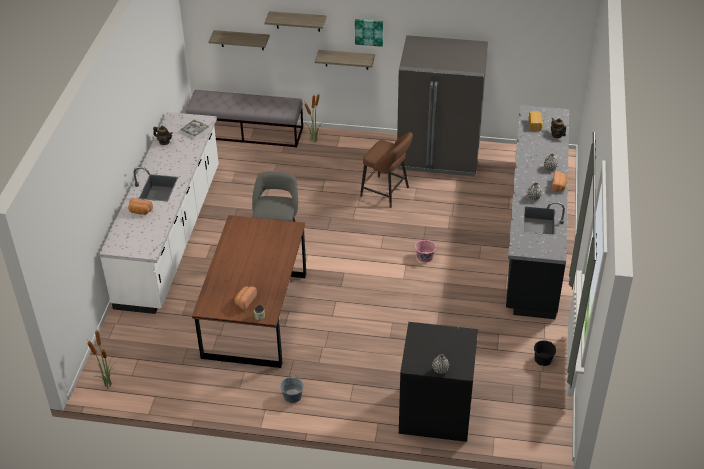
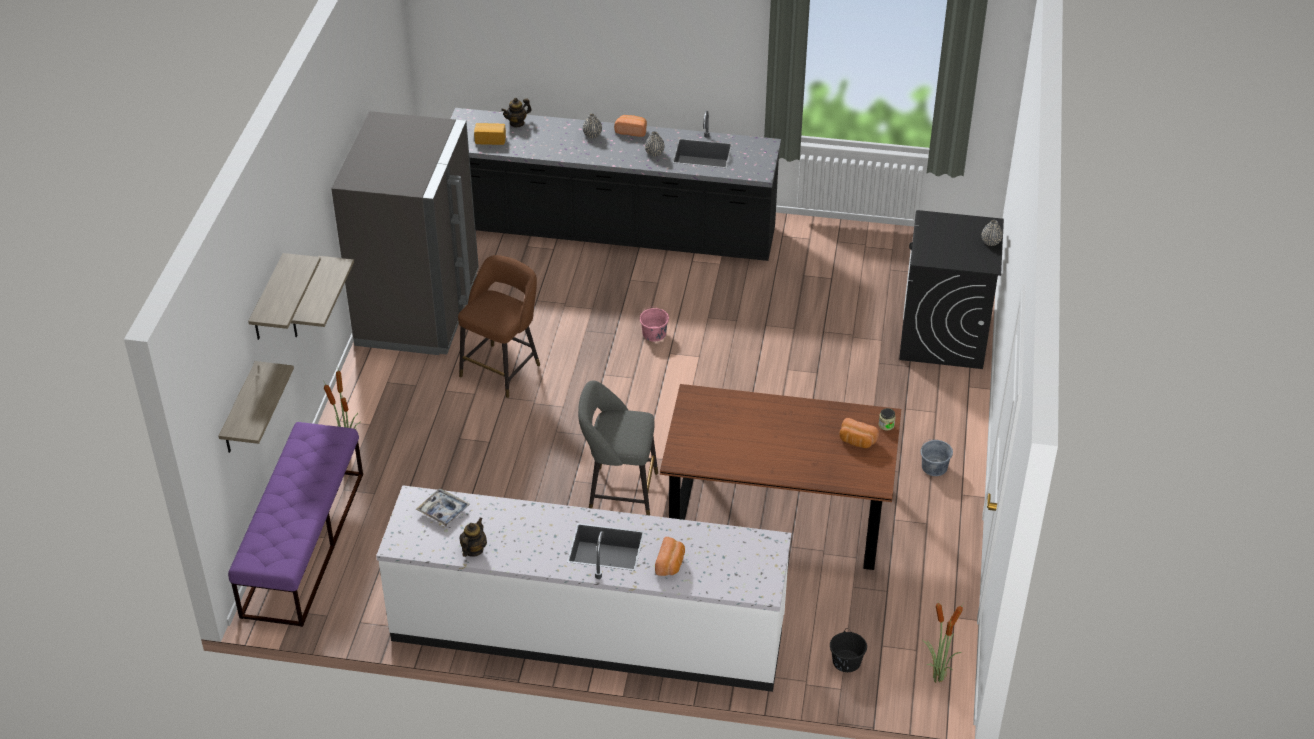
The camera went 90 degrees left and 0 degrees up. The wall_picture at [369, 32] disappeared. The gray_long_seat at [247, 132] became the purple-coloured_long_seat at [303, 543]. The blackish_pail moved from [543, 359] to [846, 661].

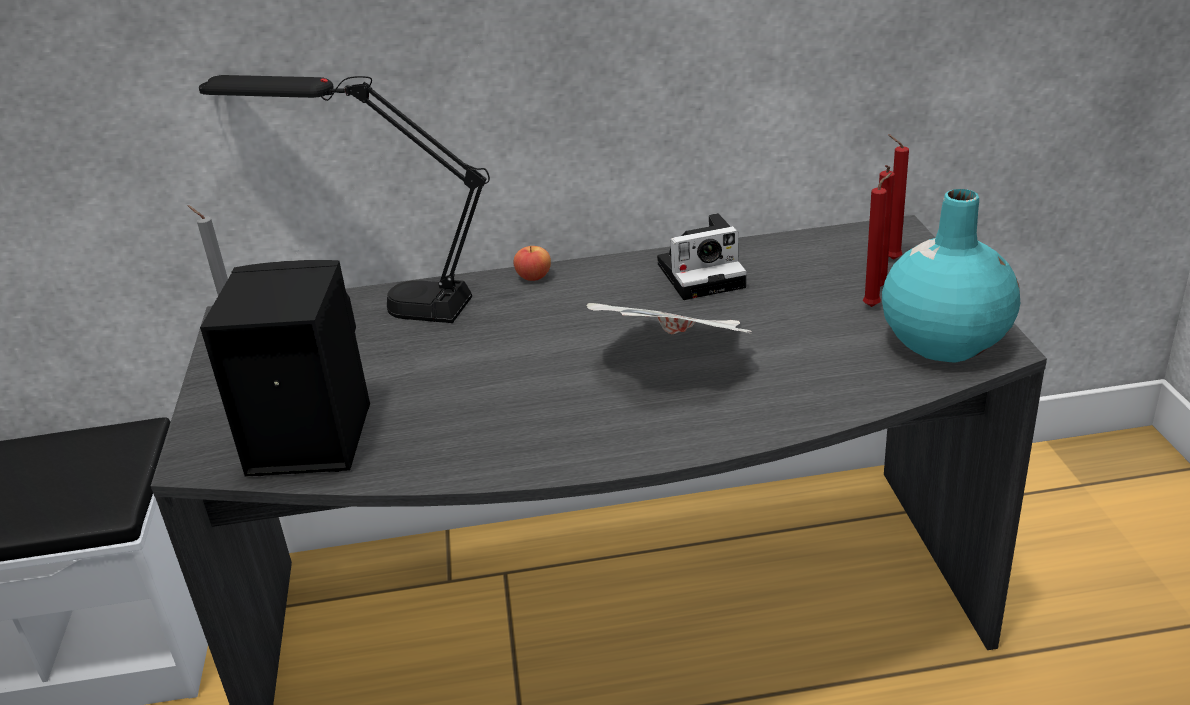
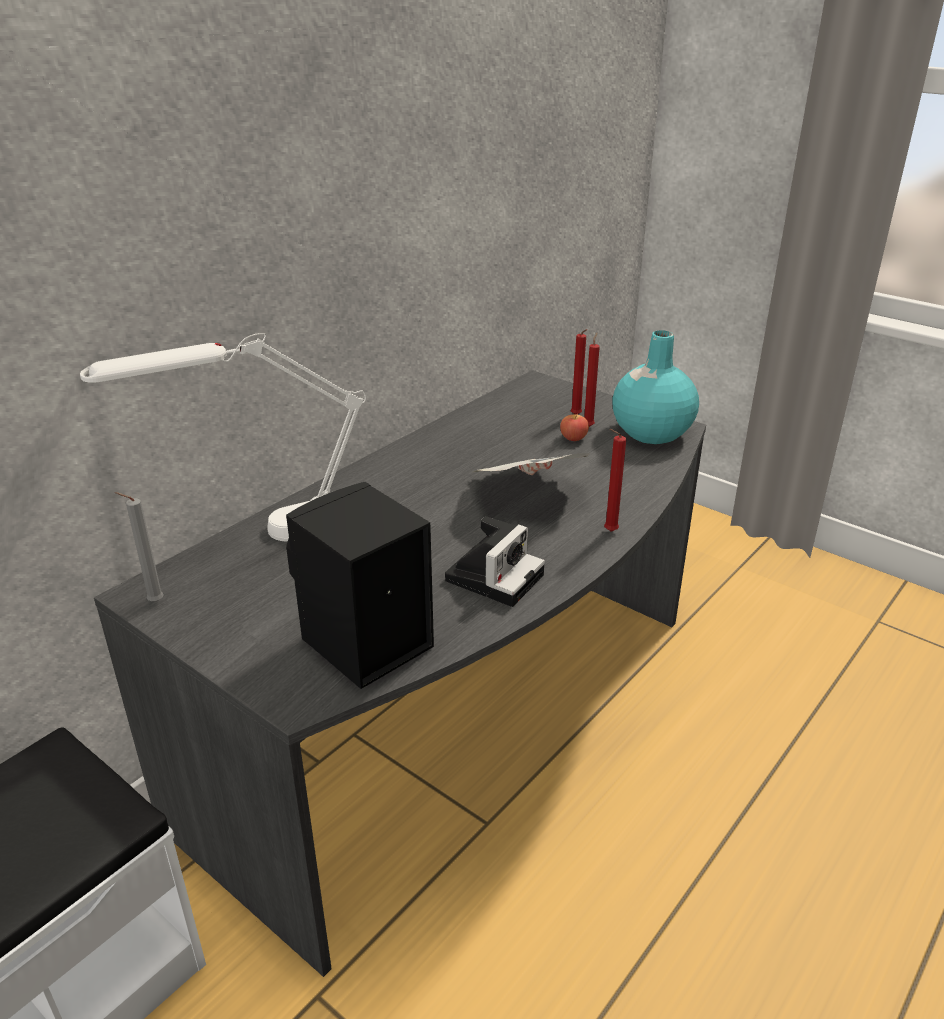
The camera went 45 degrees left and 0 degrees up. The blackish_tabletop_lamp at [377, 302] became the white_tabletop_lamp at [256, 537]. The red-coloured_candle moved from [890, 259] to [608, 531]. The still_camera moved from [704, 274] to [495, 575]. The apple_fruit moved from [534, 277] to [573, 438].

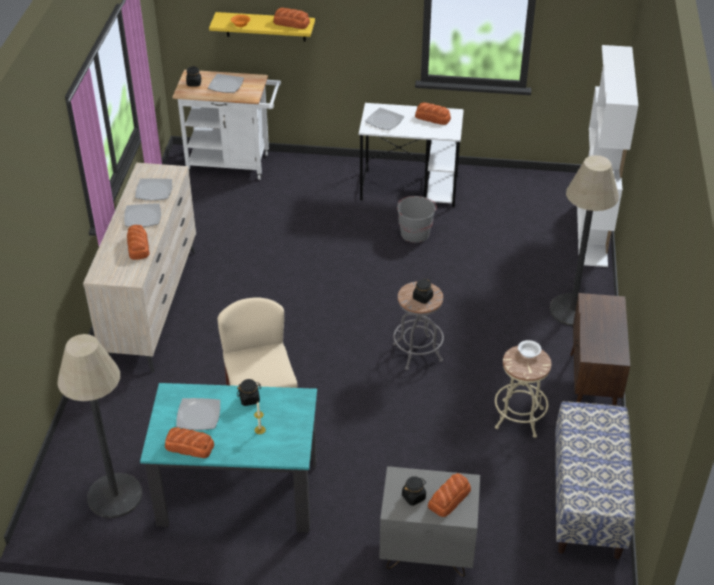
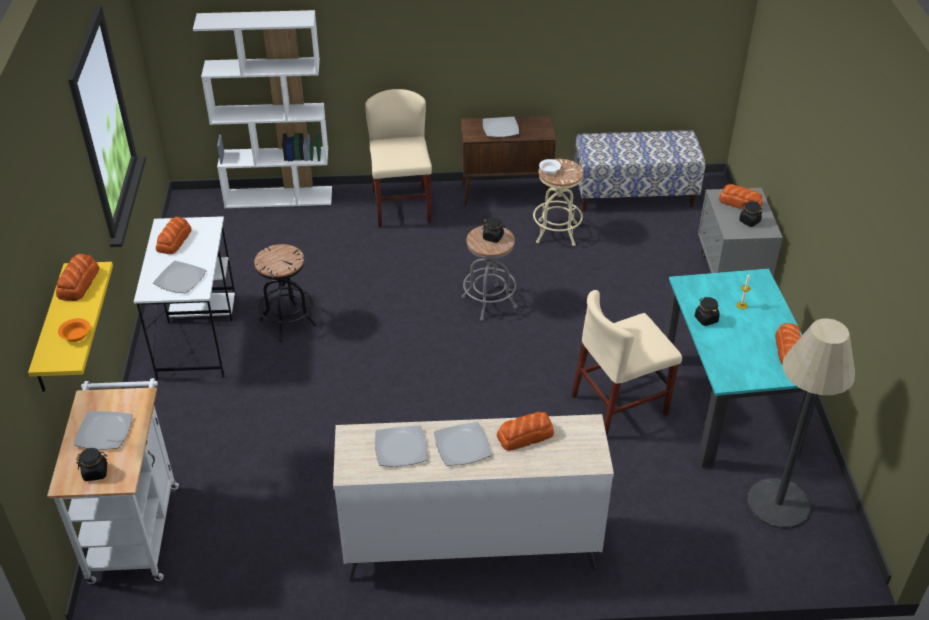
The camera went 100 degrees left and 0 degrees up. The floor_lamp at [572, 310] was replaced by the beige_chair at [401, 206]. The gray_pail at [415, 232] was replaced by the blackish_stool at [288, 322]. The dinner_plate moved from [199, 416] to [501, 128].

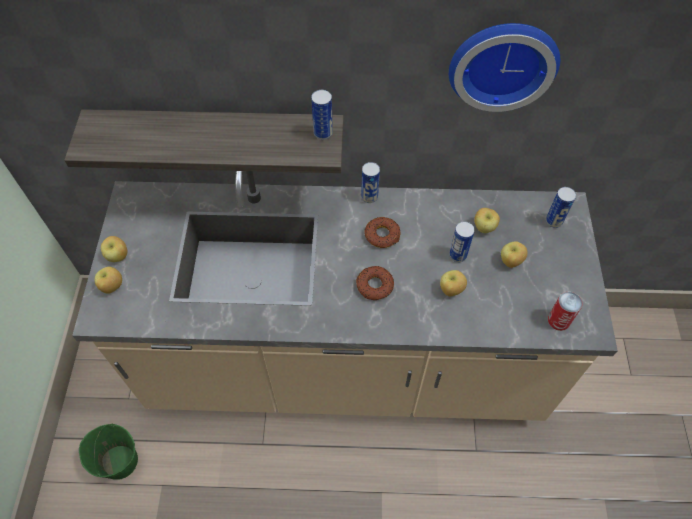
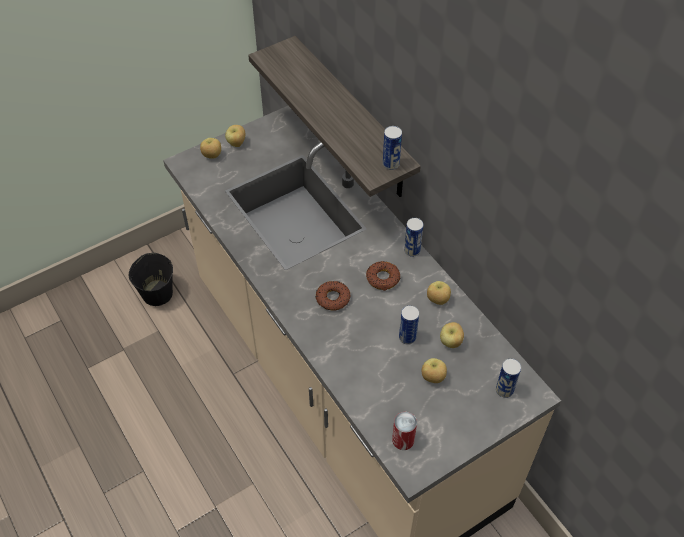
The camera went 55 degrees right and 5 degrees down. The clock_on_the_wall at [502, 61] disappeared. The apple_fruit moved from [451, 290] to [437, 300]. The green-coloured_pail at [119, 461] became the blackish_pail at [157, 293].

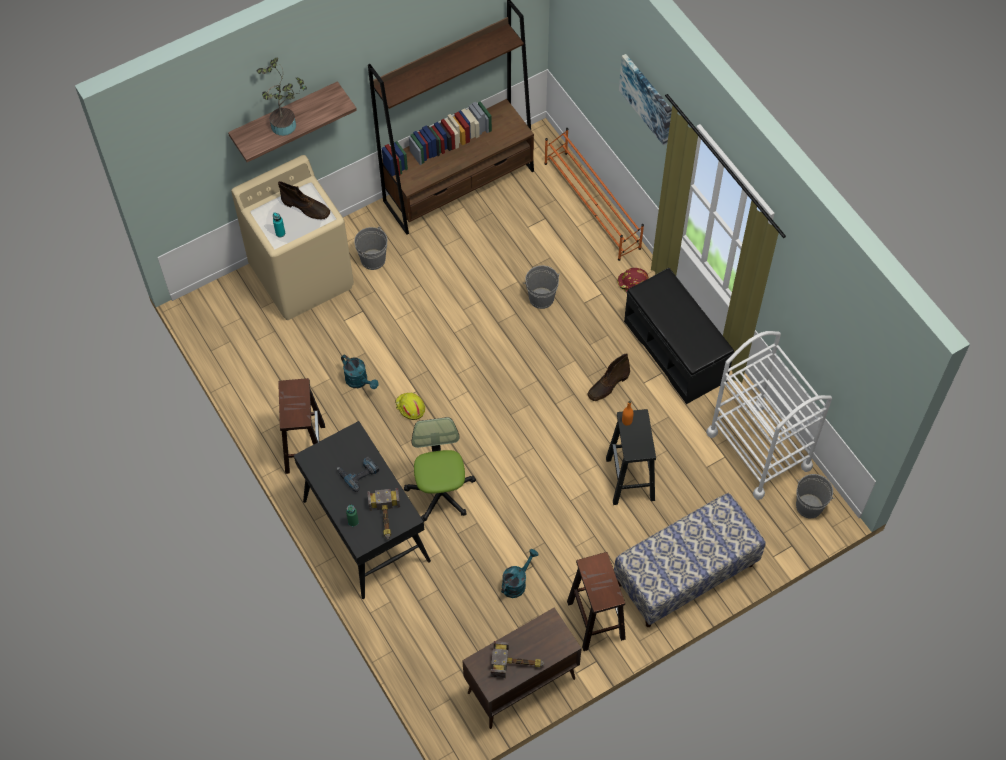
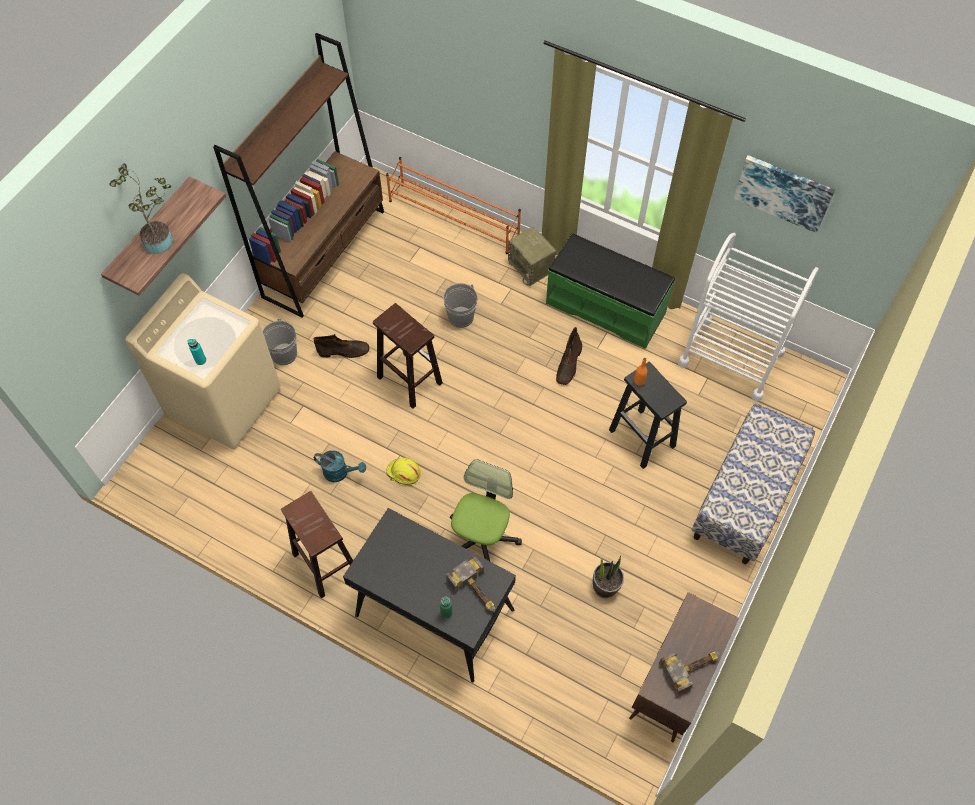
The camera went 30 degrees left and 0 degrees up. The wall_picture moved from [647, 98] to [783, 192]. The brownish_boot moved from [306, 208] to [344, 351]. The red-coloured_hard_hat at [633, 283] was replaced by the radio at [531, 267]. The blackish_long_seat at [675, 350] became the green-coloured_long_seat at [606, 307]. The office_chair at [440, 492] turned 60 degrees clockwise. The power_drill at [358, 473] disappeared. The gray_pail at [809, 506] disappeared. The blue-green_sprinkling_can at [516, 582] was replaced by the plant_in_a_pot at [605, 586]. The brownish_stool moved from [595, 619] to [408, 380].

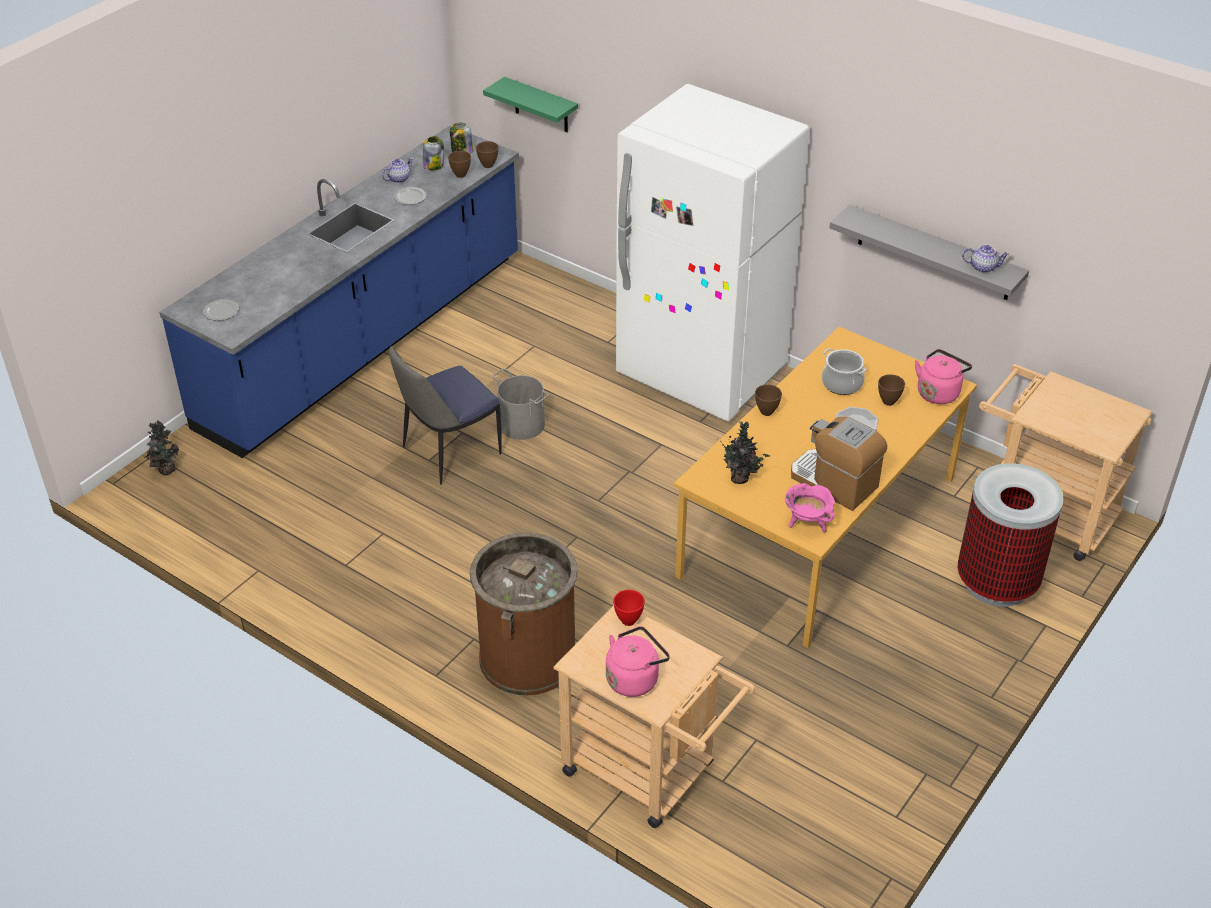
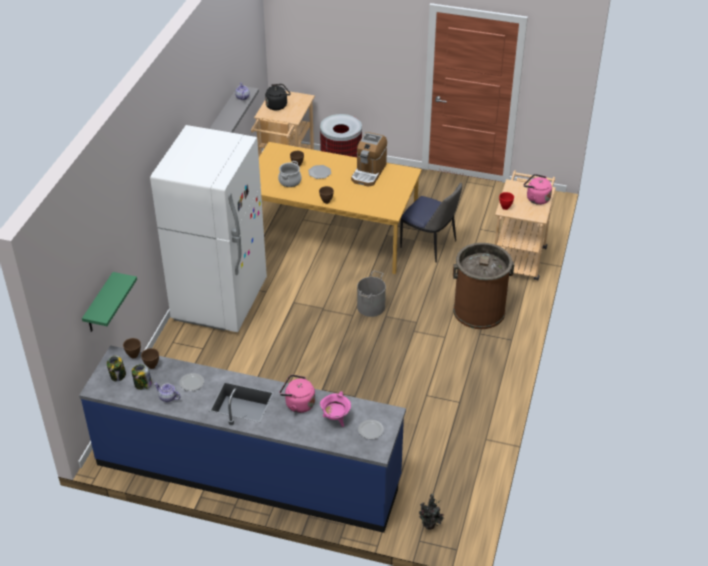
The camera went 110 degrees left and 0 degrees up. The chair moved from [449, 452] to [429, 245]. The pinkish_water_kettle moved from [939, 392] to [298, 404]. The gray_pail moved from [522, 424] to [370, 307]. The plant_in_a_pot at [741, 478] disappeared. The pinkish_cooking_pot moved from [807, 523] to [336, 419]. The blackish_water_kettle at [278, 105] appeared.

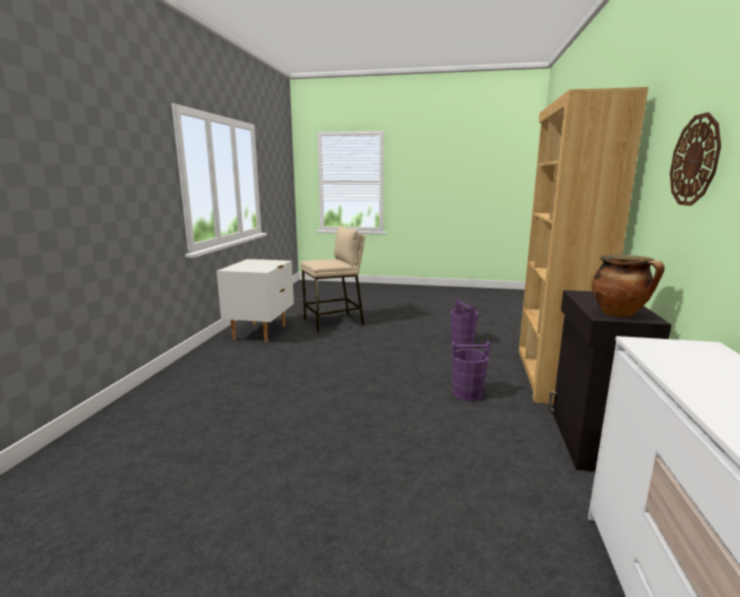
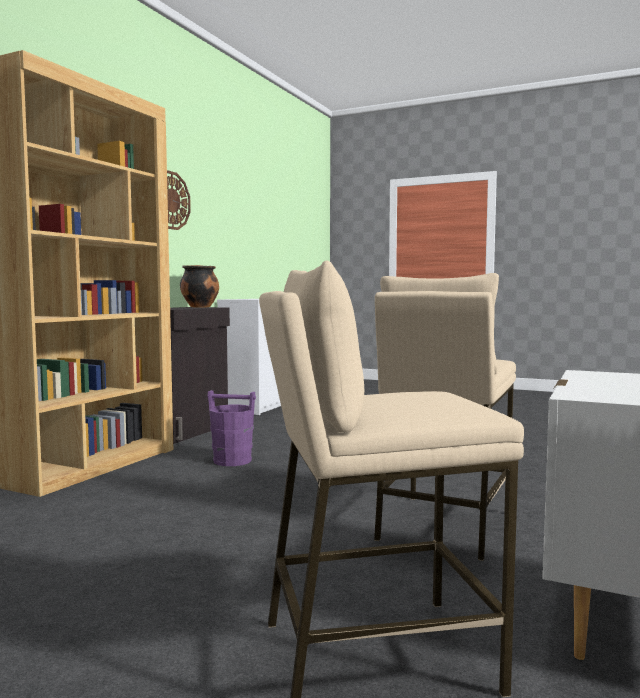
The camera went 165 degrees left and 10 degrees down. The purple-coloured_pail at [462, 342] disappeared. The beige_stool at [443, 525] appeared.

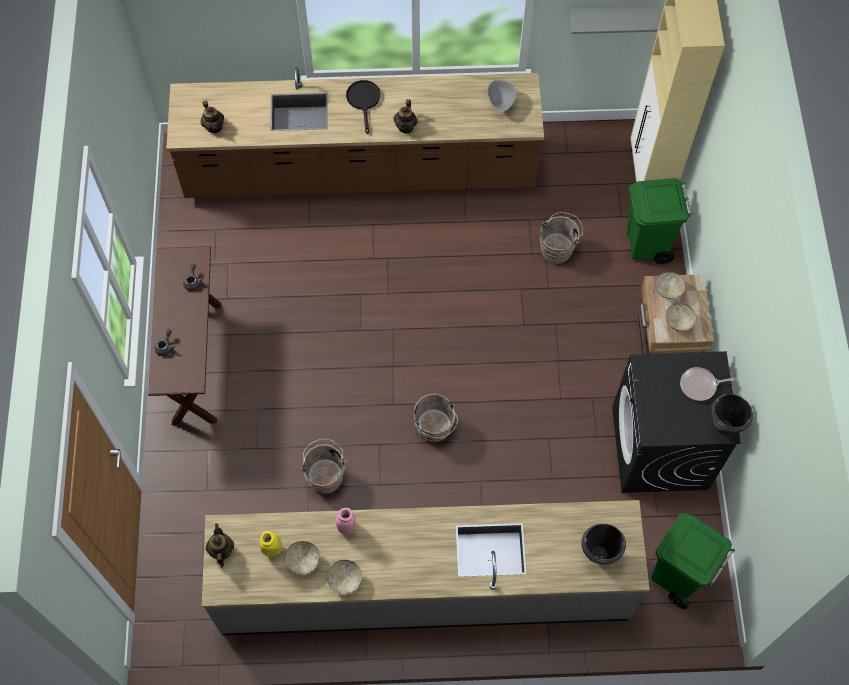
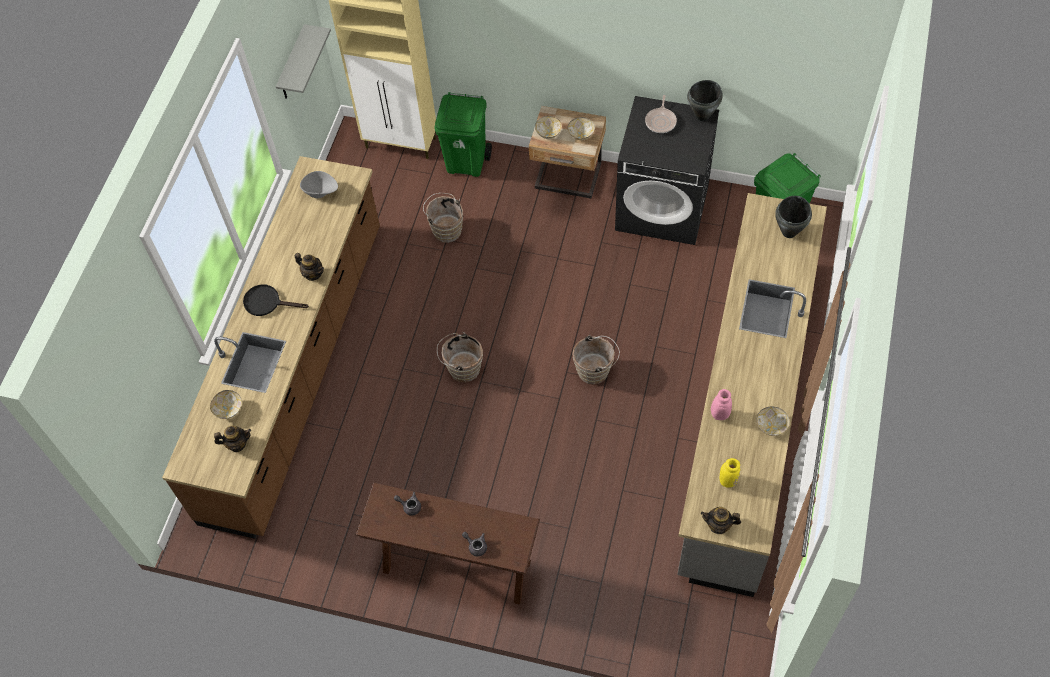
The camera went 70 degrees left and 5 degrees down. The brownish_pail moved from [325, 475] to [462, 368]. The serving_bowl moved from [303, 561] to [229, 409].

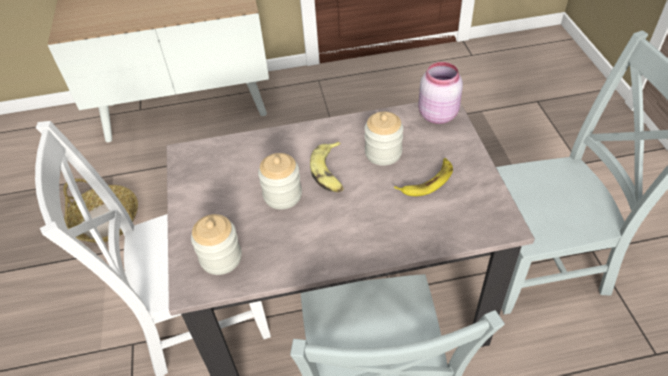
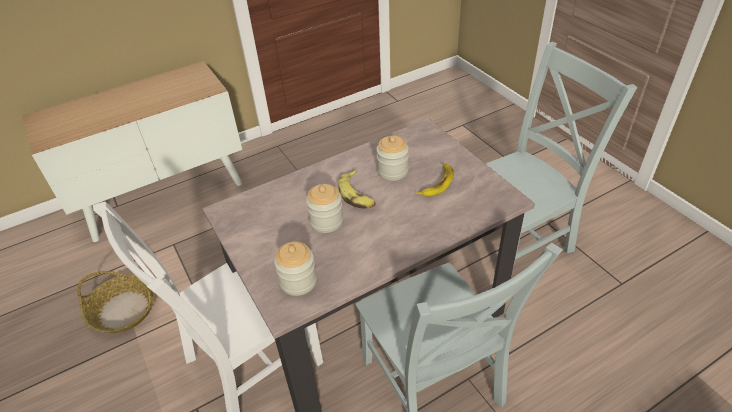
The camera went 20 degrees left and 5 degrees down. The pinkish_jar at [437, 114] disappeared.

